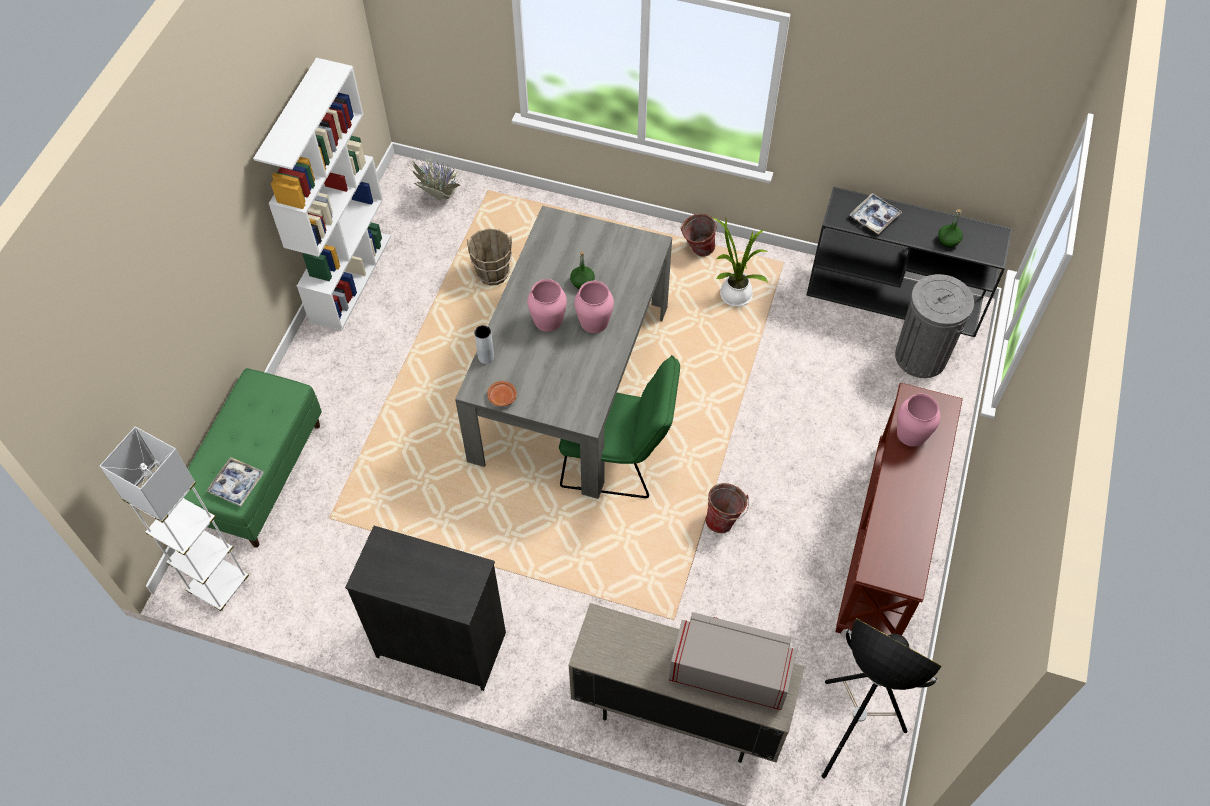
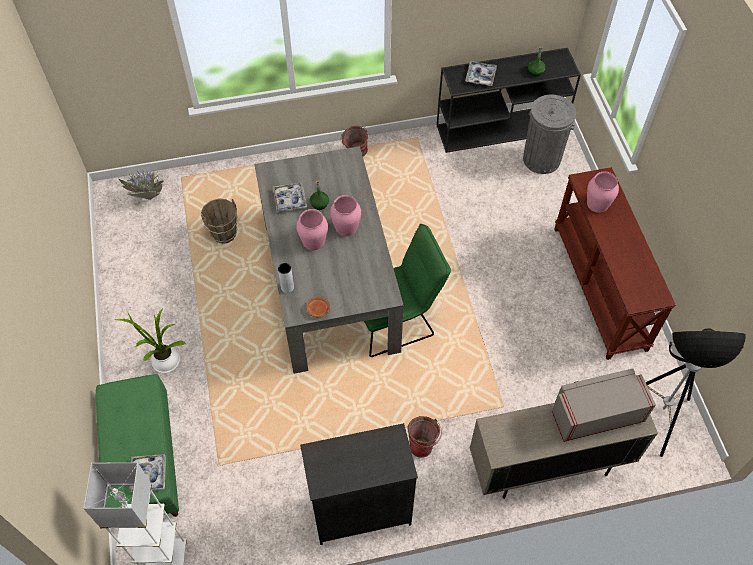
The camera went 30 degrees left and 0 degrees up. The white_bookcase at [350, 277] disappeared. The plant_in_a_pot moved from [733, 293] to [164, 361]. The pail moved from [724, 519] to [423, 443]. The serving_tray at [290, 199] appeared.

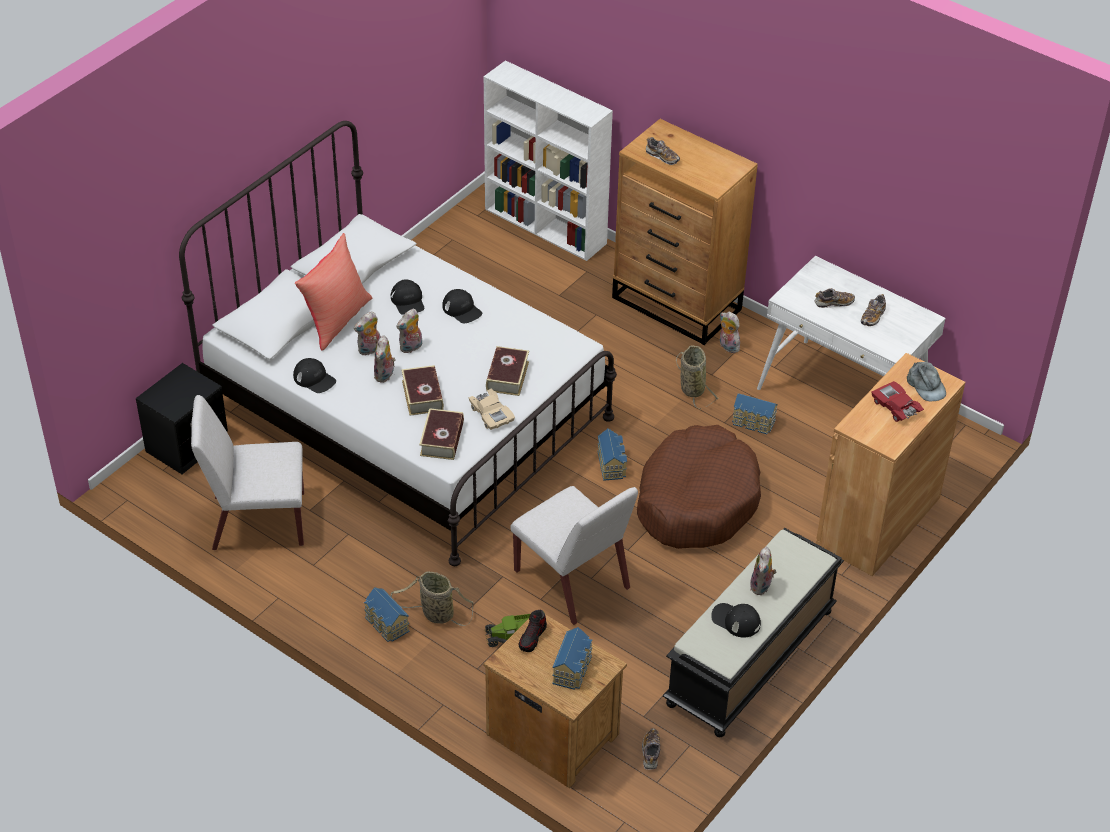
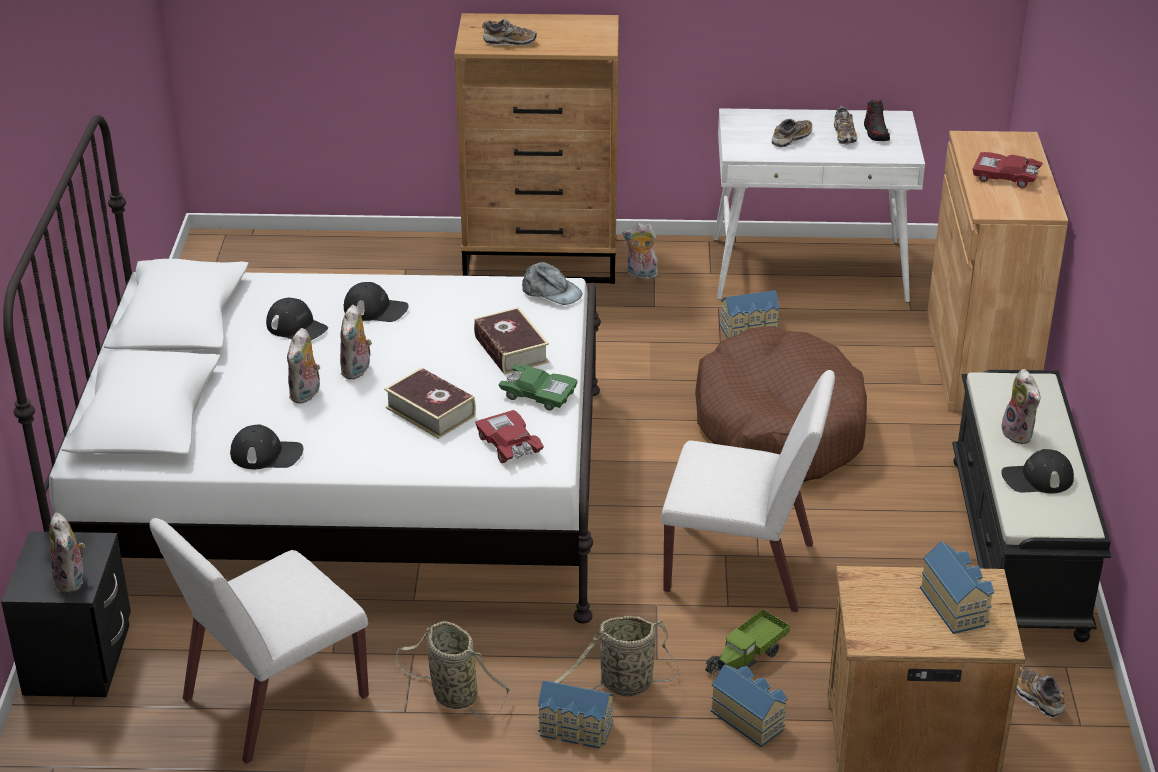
The camera went 35 degrees left and 10 degrees down. The white_bookcase at [546, 226] disappeared. The red-coloured_pillow at [336, 320] disappeared. The soft_toy moved from [385, 375] to [72, 580]. The household_basket moved from [691, 387] to [451, 694]. The gray_baseball_cap moved from [925, 386] to [551, 292]. The beige_model_car at [491, 414] became the green-coloured_model_car at [538, 394]. The bound_book at [442, 439] was replaced by the red-coloured_model_car at [509, 445]. The miniature_house moved from [612, 464] to [749, 718]. The item_of_footwear moved from [532, 637] to [876, 132].

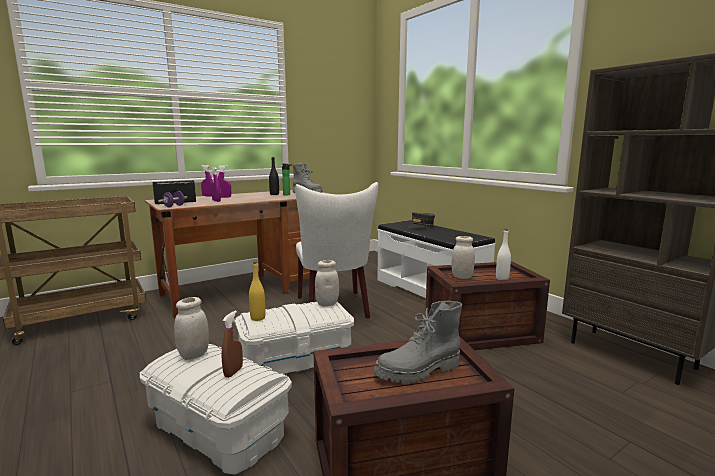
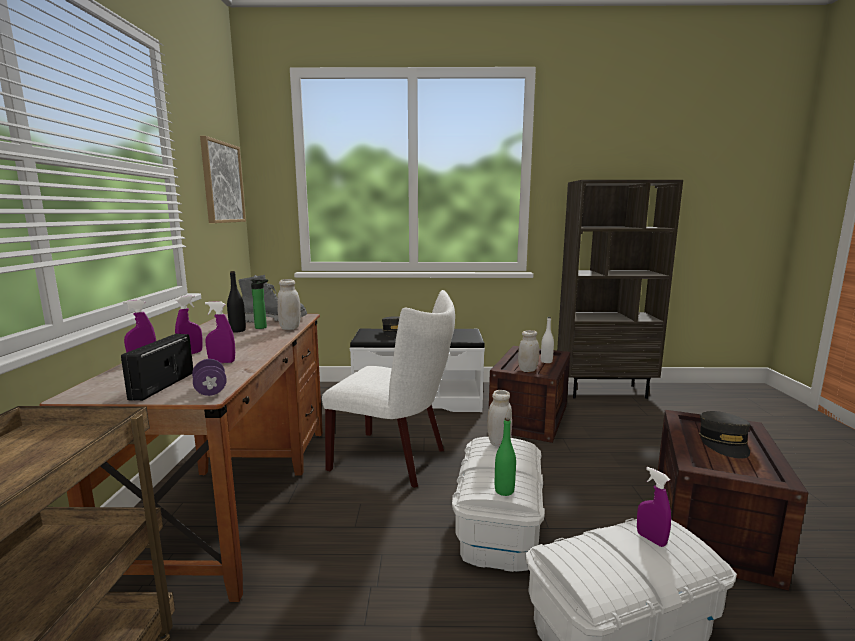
The camera went 55 degrees left and 0 degrees up. The yellow-coloured_beverage_bottle at [258, 318] became the green-coloured_beverage_bottle at [504, 491]. The white_jar moved from [194, 355] to [290, 328]. The gray_boot at [419, 372] was replaced by the gray_baseball_cap at [724, 443]. The brownish_hand_sprayer at [233, 372] became the purple-coloured_hand_sprayer at [651, 539]. The wall_picture at [222, 182] appeared.

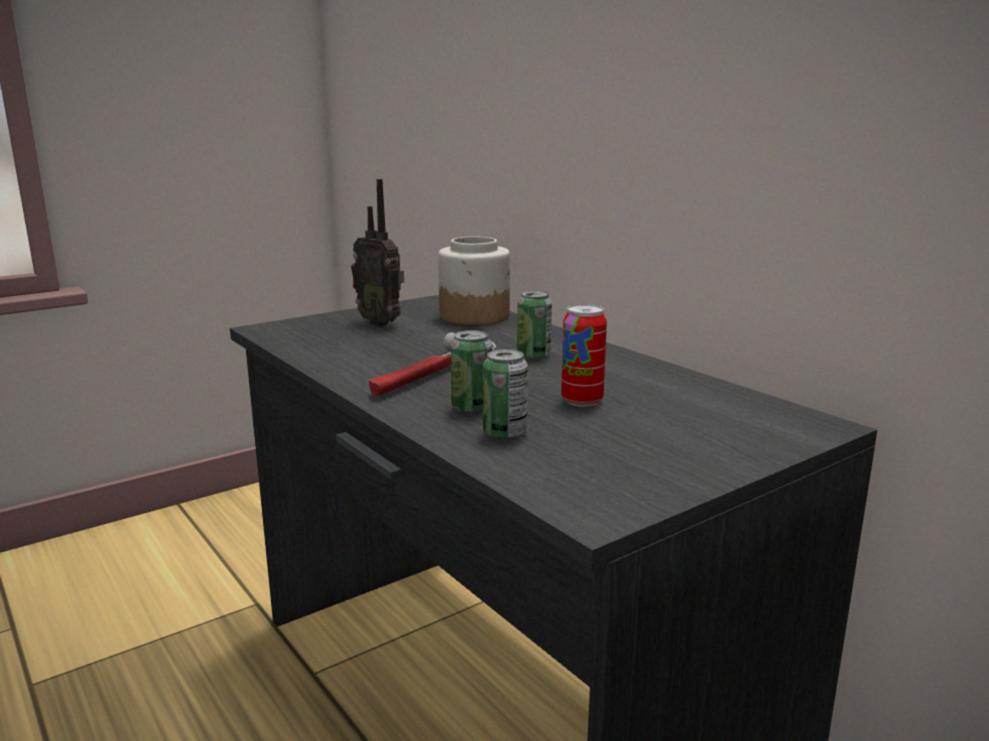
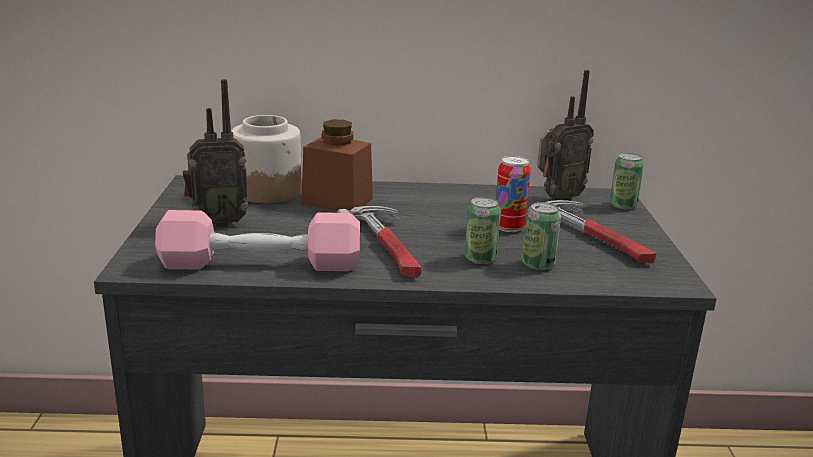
The camera went 55 degrees left and 5 degrees up. The metal_can moved from [533, 356] to [623, 205]. The radio at [557, 199] appeared. The brownish_jar at [337, 201] appeared. The hand_hammer at [596, 238] appeared. The pinkish_free_weight at [261, 264] appeared.

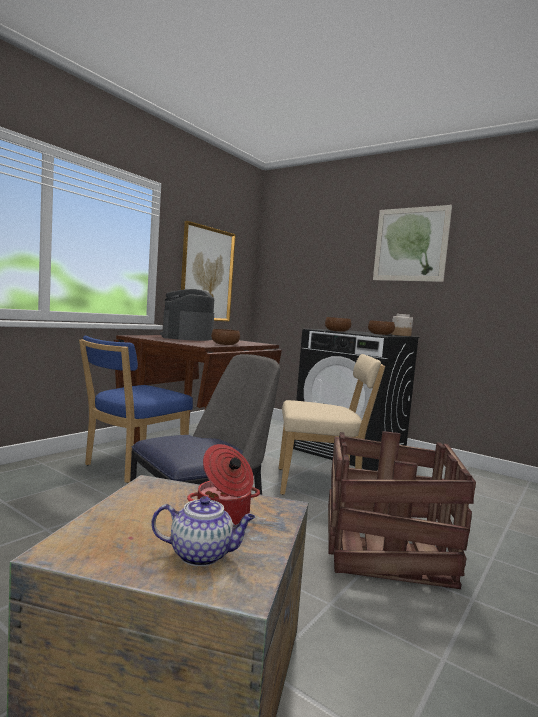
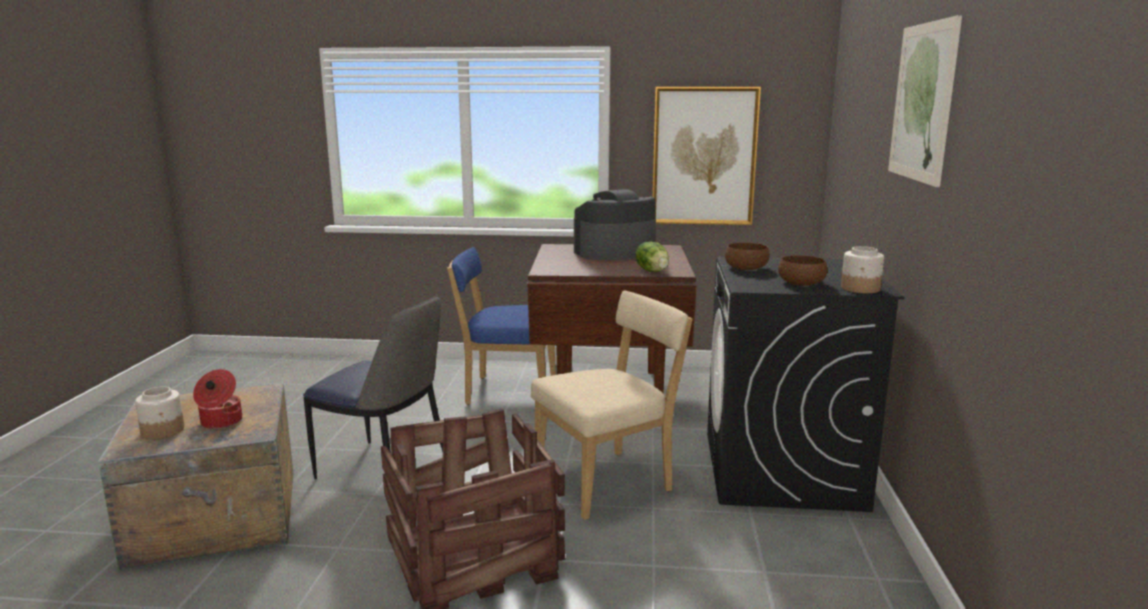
The camera went 60 degrees right and 10 degrees up. The brownish_serving_bowl at [225, 344] disappeared. The beige_chair at [321, 484] turned 90 degrees counterclockwise. The teapot at [202, 555] was replaced by the jar at [163, 430]. The lettuce at [653, 271] appeared.

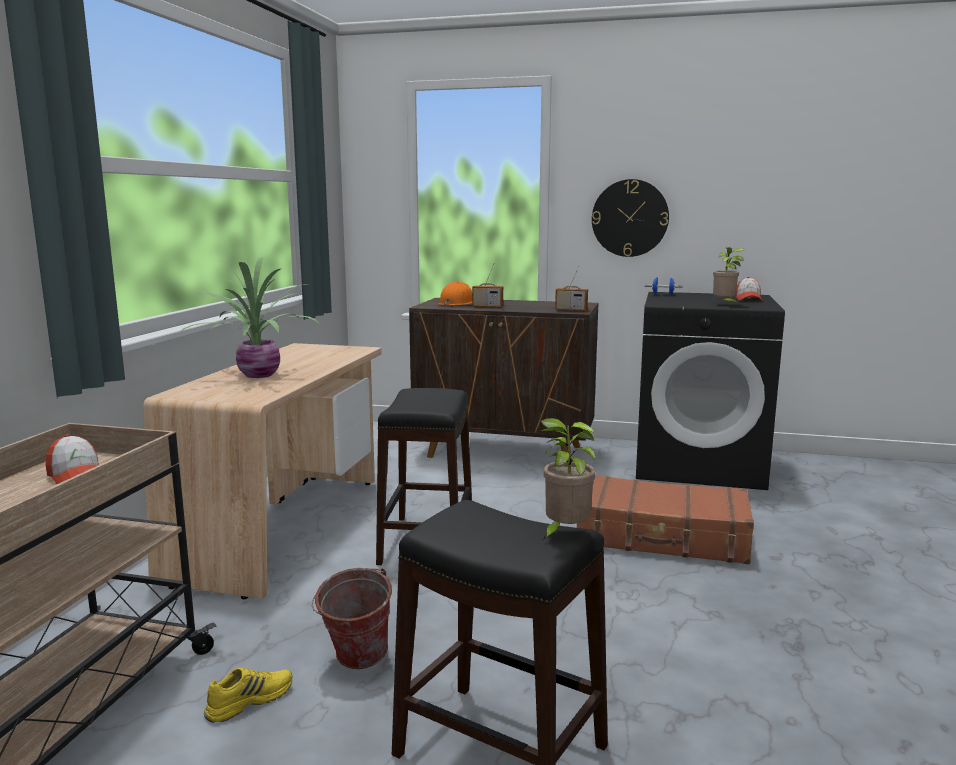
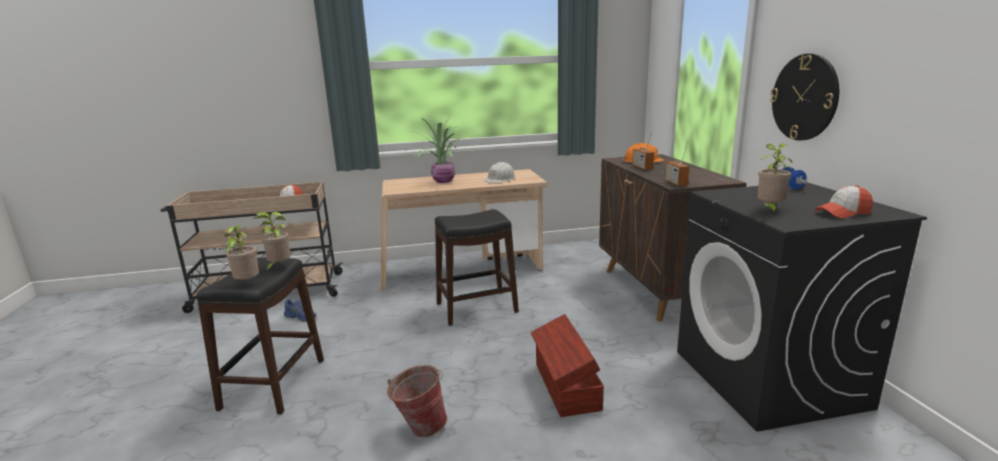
The camera went 65 degrees right and 5 degrees up. The brownish_suitcase at [662, 537] was replaced by the brownish_storage_box at [565, 386]. The pail moved from [355, 662] to [419, 427]. The yellow-coloured_item_of_footwear at [249, 700] became the blue-coloured_item_of_footwear at [301, 316]. The white_hard_hat at [500, 179] appeared. The plant_in_a_pot at [278, 267] appeared.

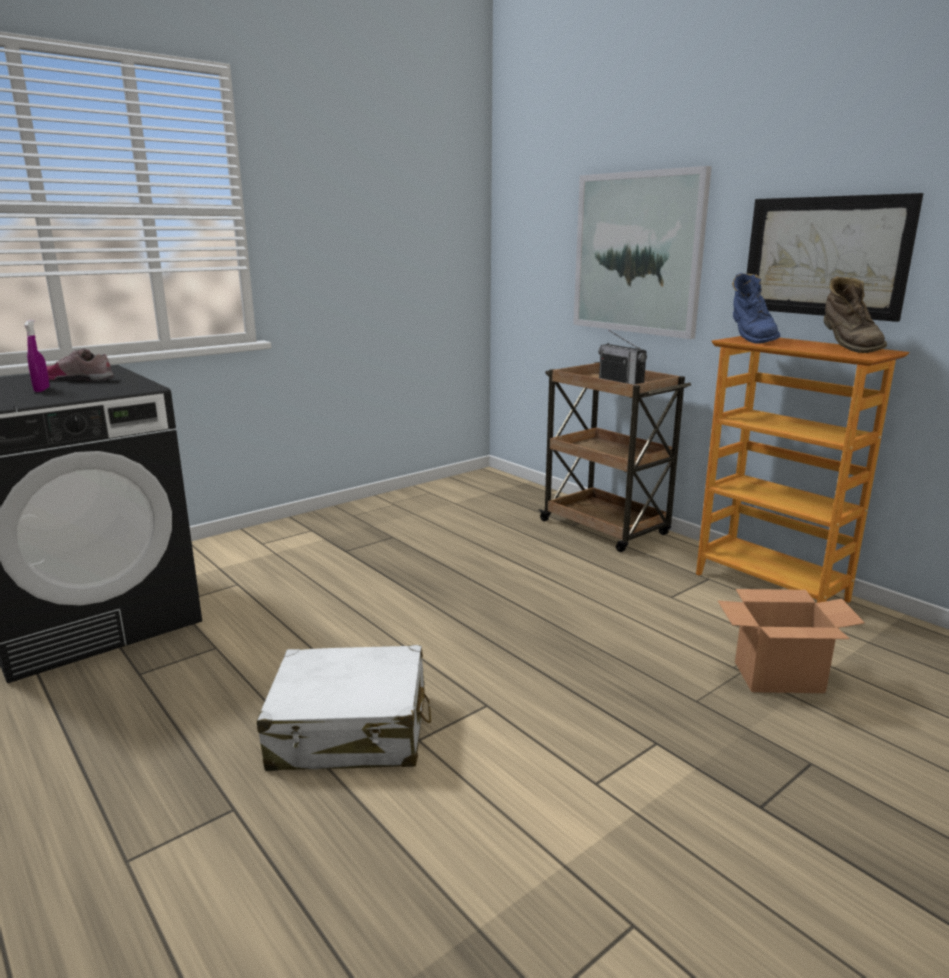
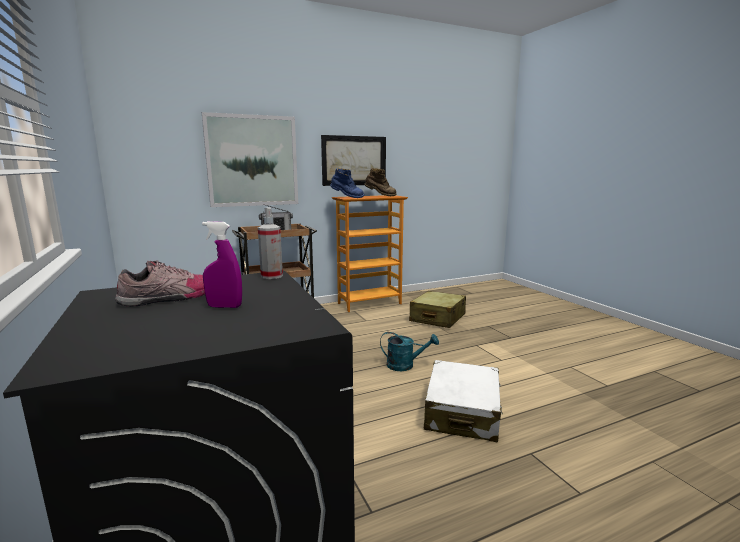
The camera went 75 degrees left and 5 degrees down. The item_of_footwear at [79, 379] turned 150 degrees counterclockwise. The carton at [777, 678] was replaced by the beige_suitcase at [437, 318]. The hand_sprayer at [272, 276] appeared. The blue-green_sprinkling_can at [405, 365] appeared.

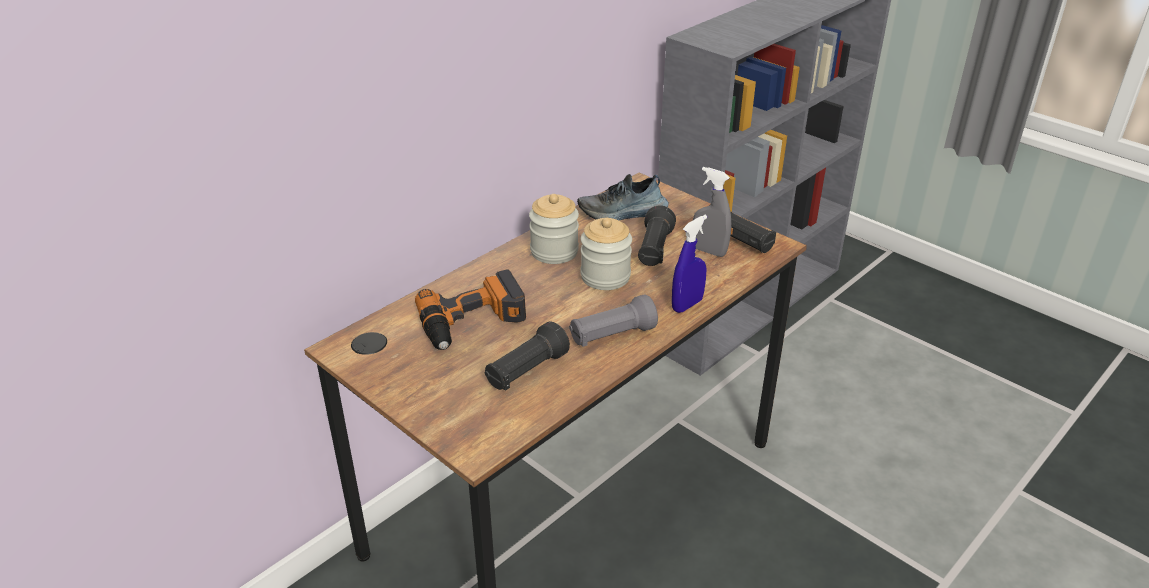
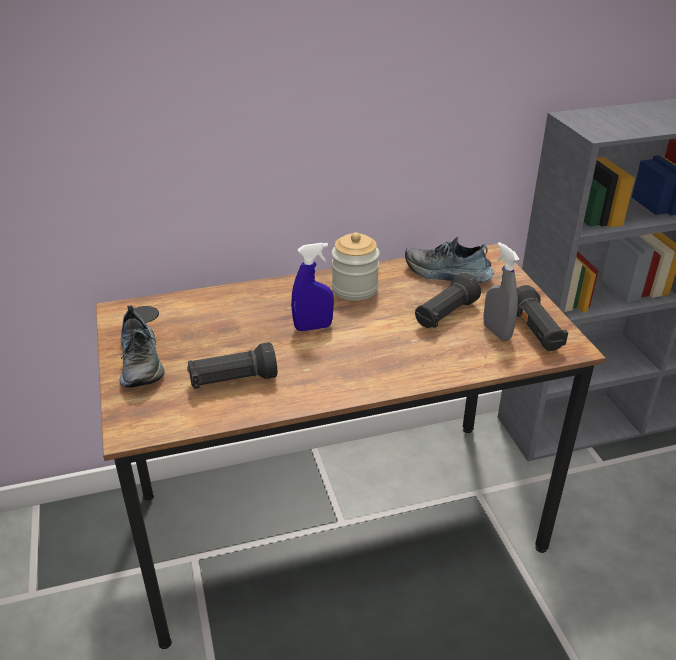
The camera went 30 degrees right and 0 degrees up. The blue-coloured_hand_sprayer moved from [687, 305] to [313, 327]. The jar at [605, 277] disappeared. The power_drill at [473, 322] disappeared. The gray_torch at [612, 335] disappeared. The item_of_footwear at [142, 363] appeared.

